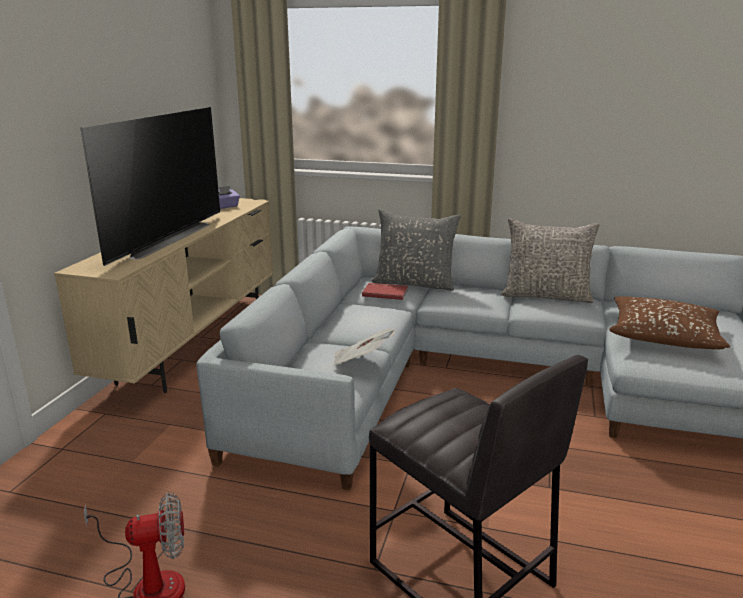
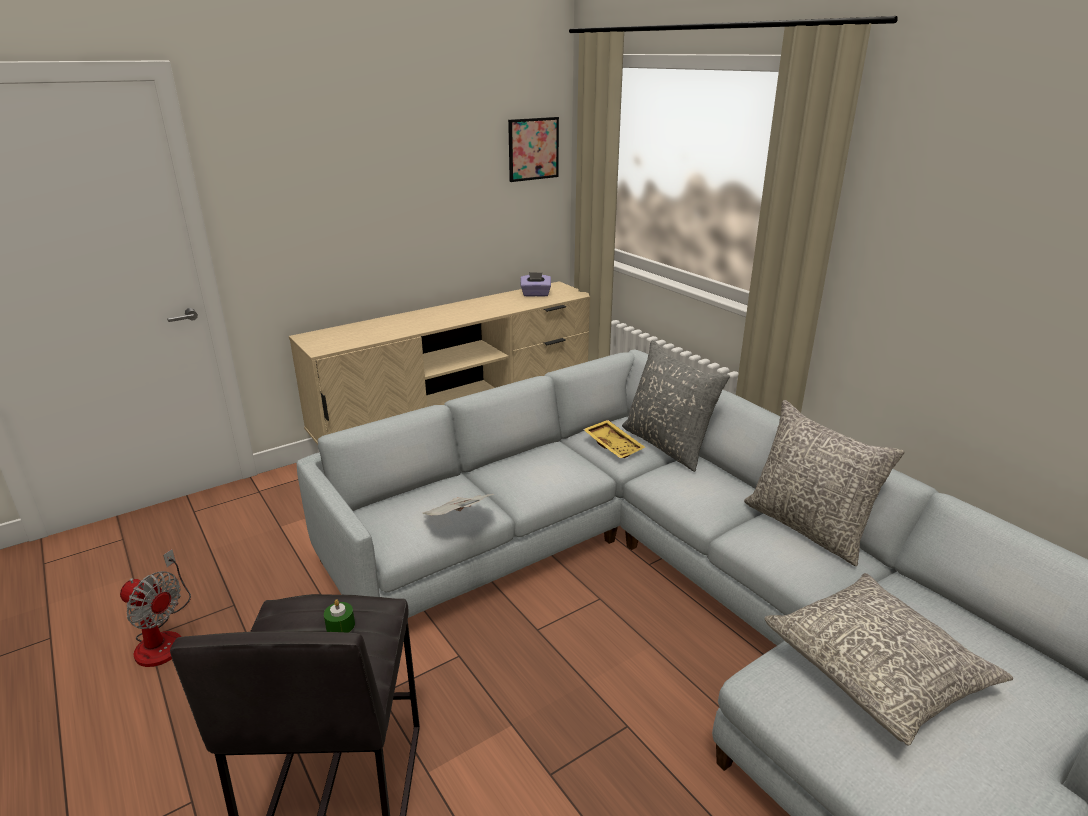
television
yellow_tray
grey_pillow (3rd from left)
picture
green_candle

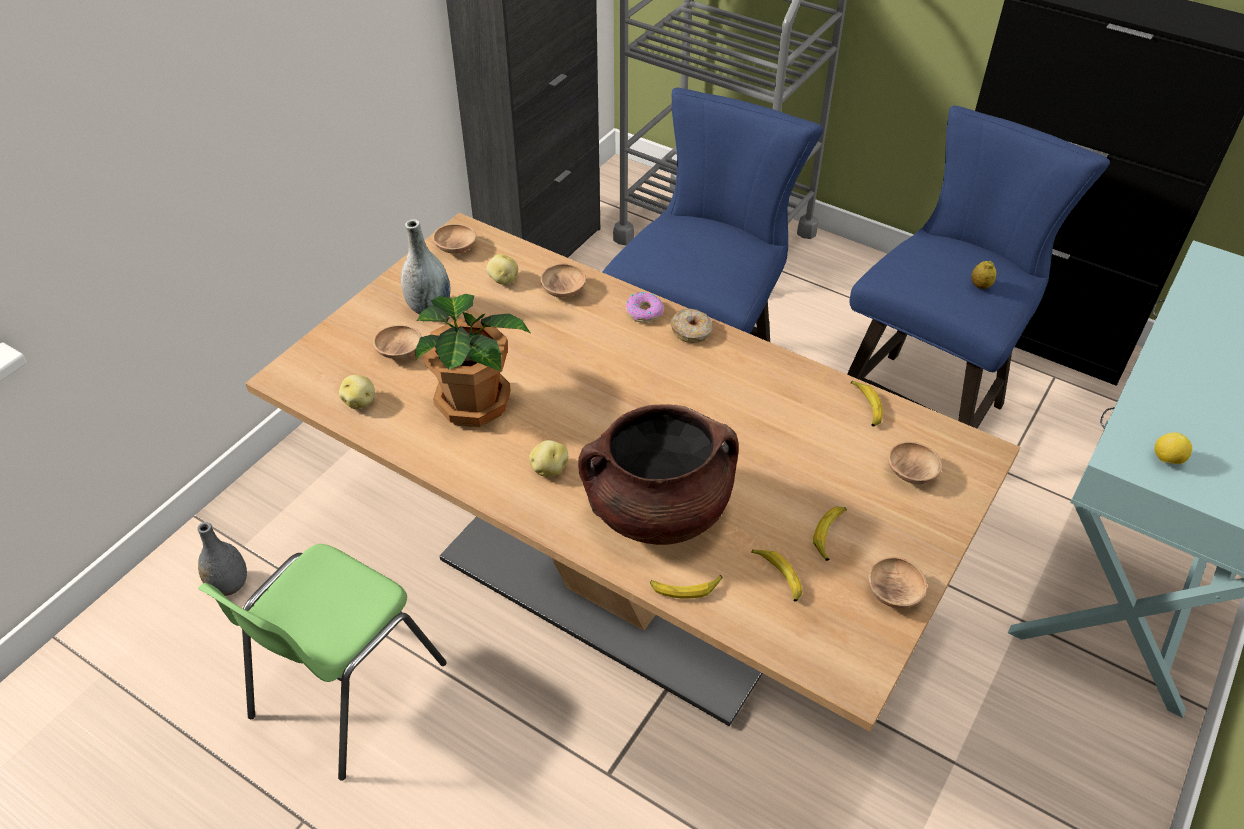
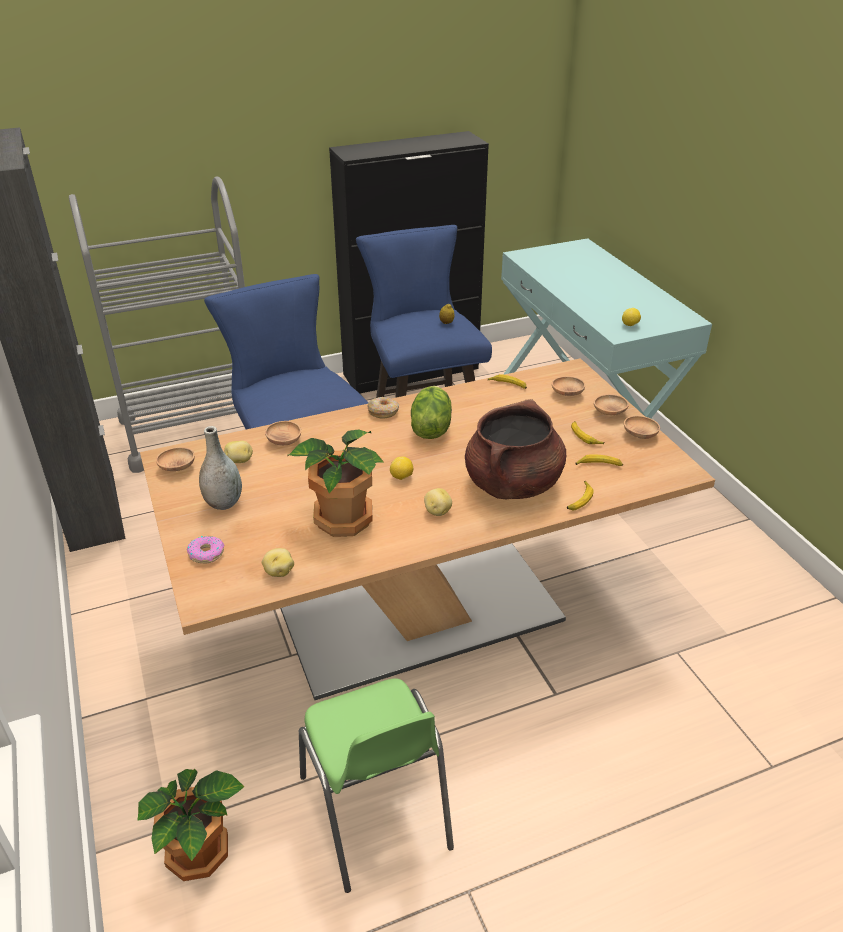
donut (1st from left)
brown_bowl (4th from left)
potted_plant (1st from left)
lettuce
lemon (1st from left)

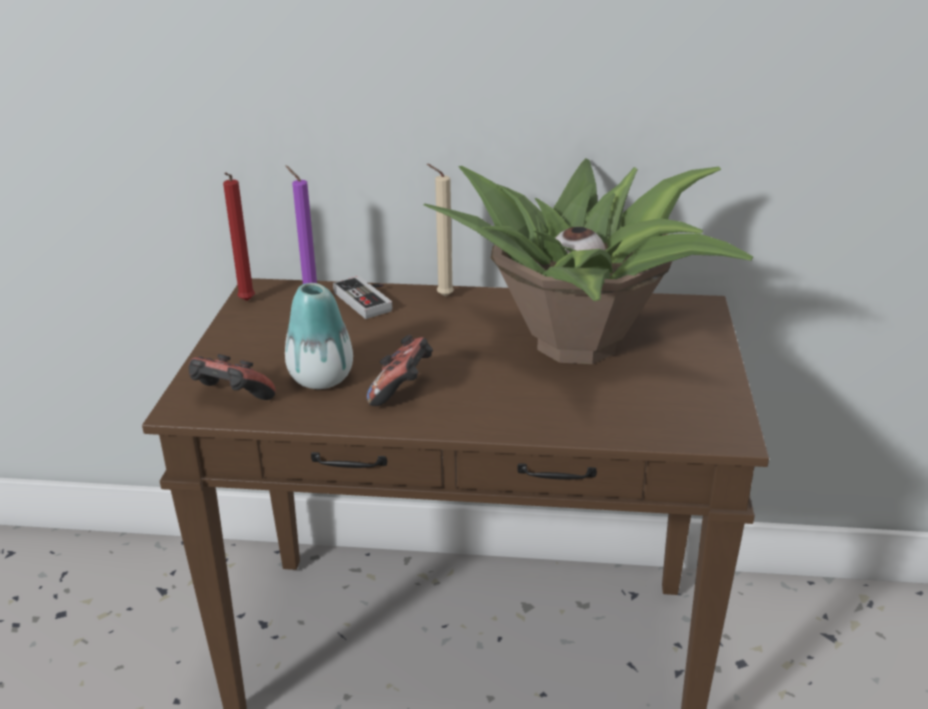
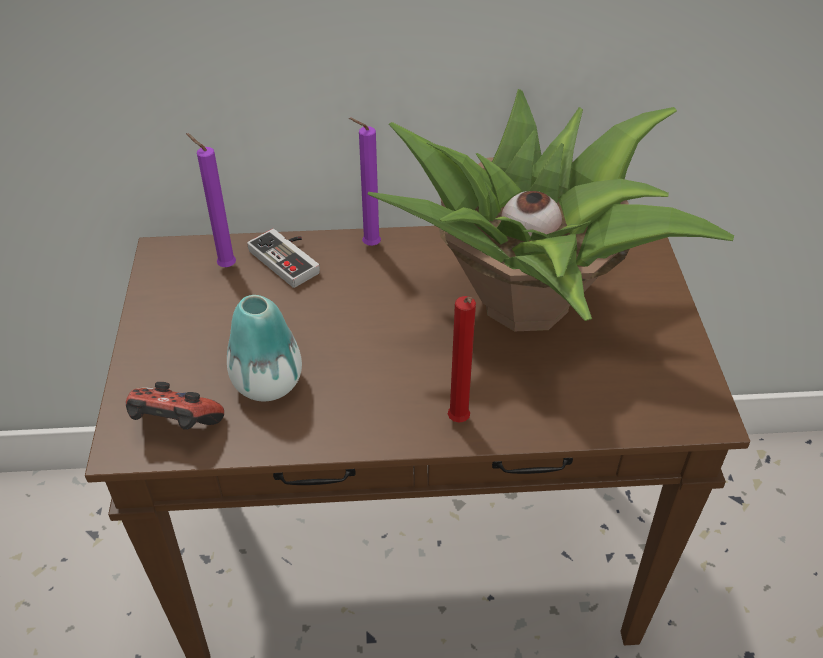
purple_candle (2nd from left)
red_candle
game_controller (3rd from left in the first image)

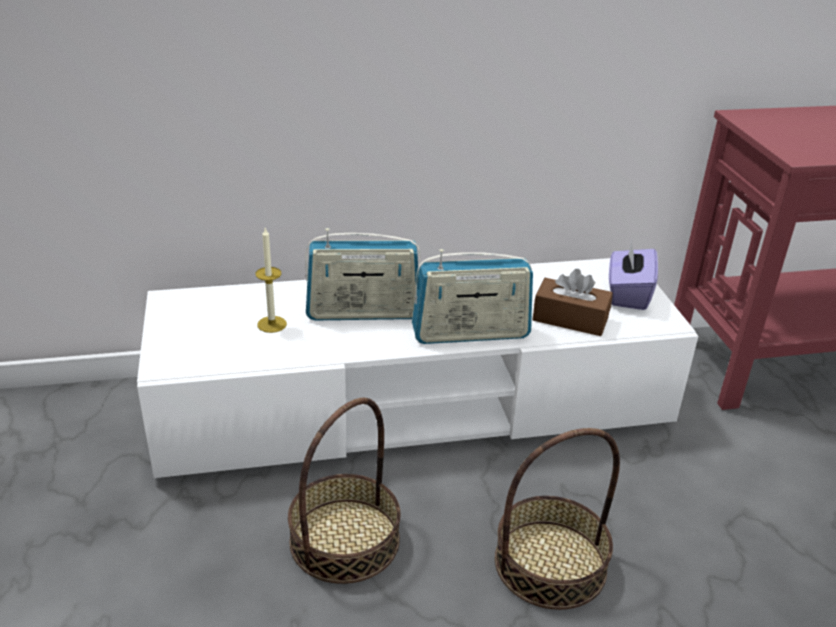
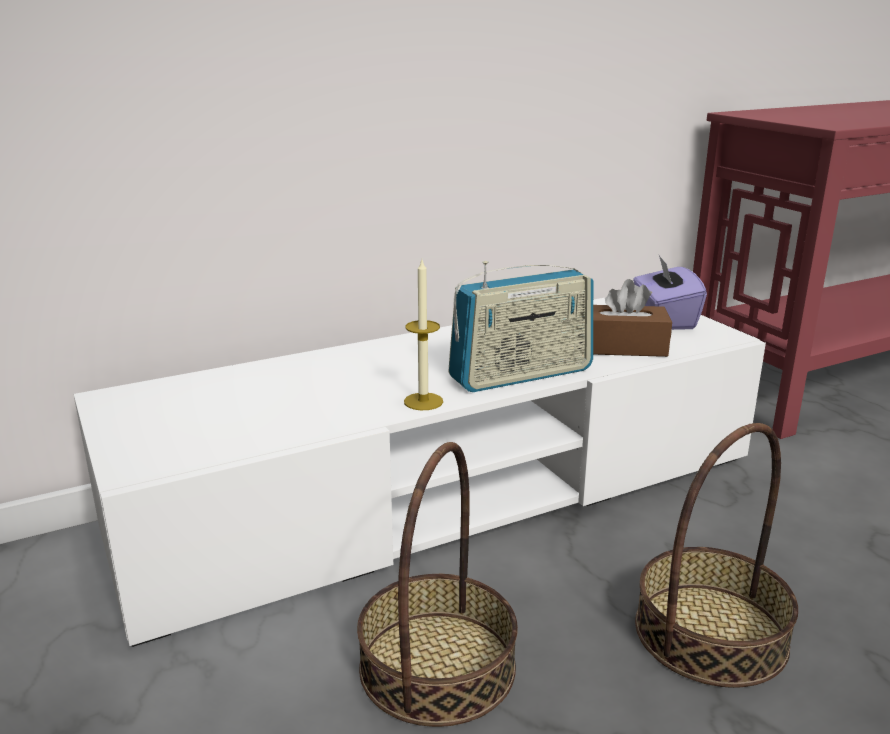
candle
radio (1st from left in the first image)

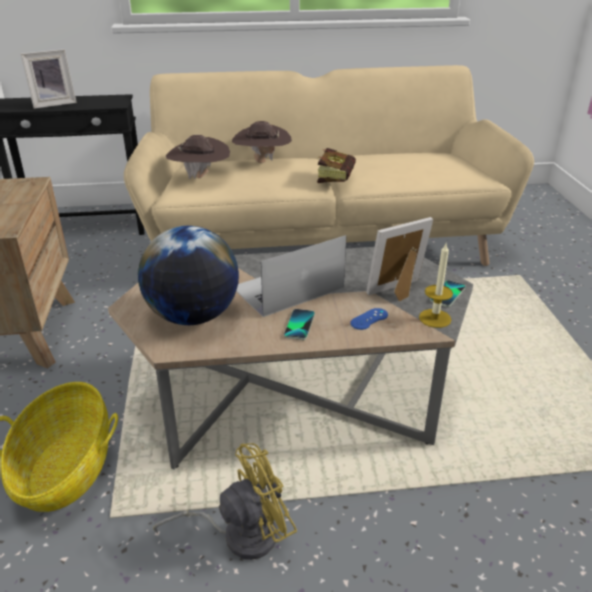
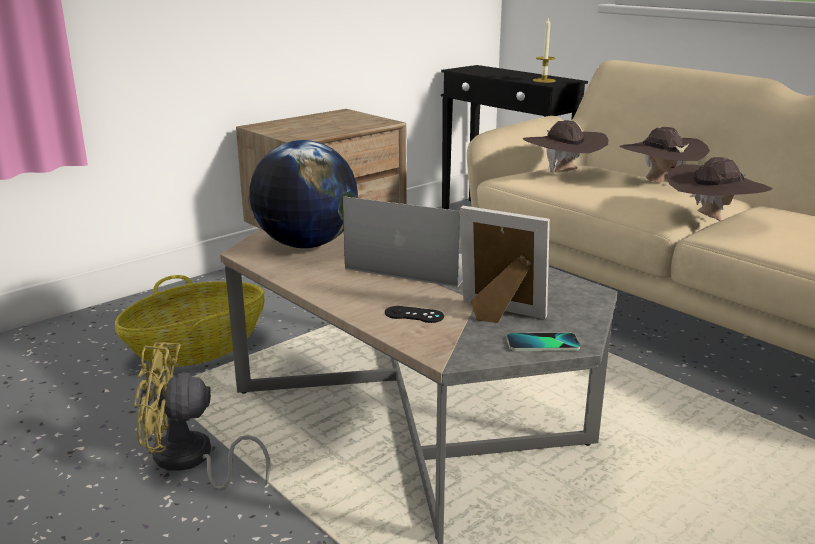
picture_frame (1st from left in the first image)
brown_hat (3rd from left)
candle
black_game_controller
phone (1st from left in the first image)
yellow_fan

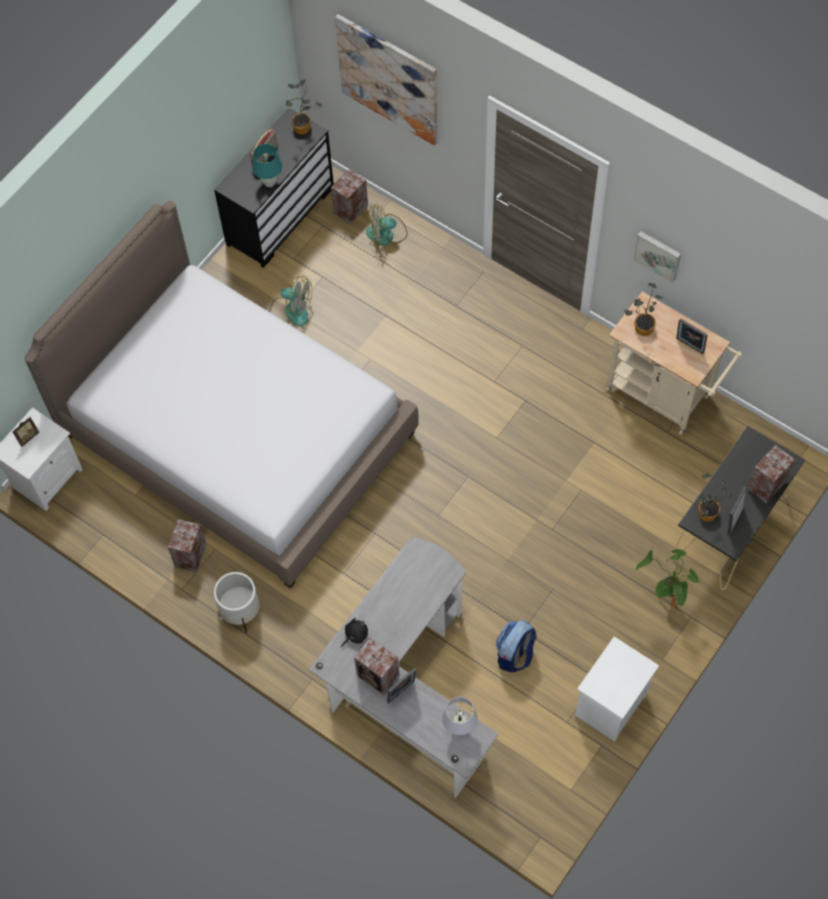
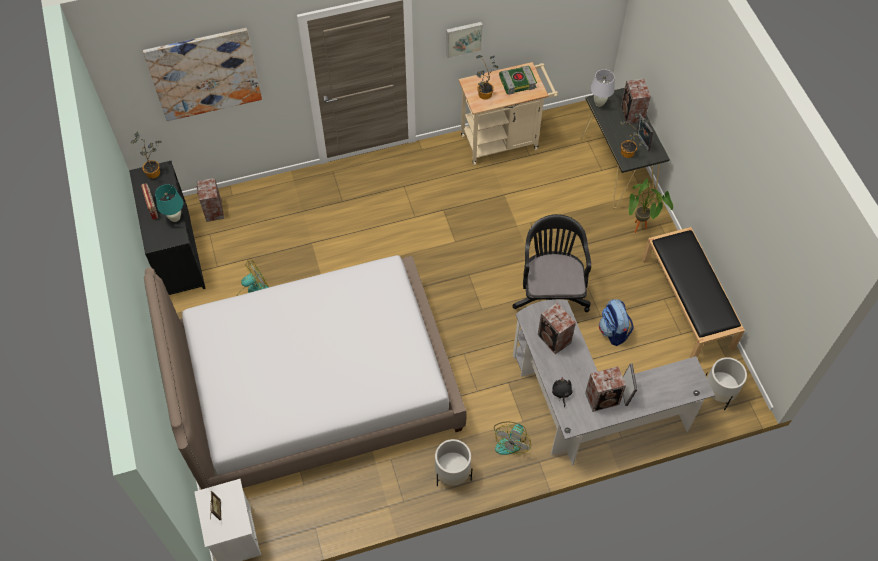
fan (2nd from left)
book
speaker (2nd from left)
black_bench
white_table_lamp
black_office_chair
white_planter (2nd from left)

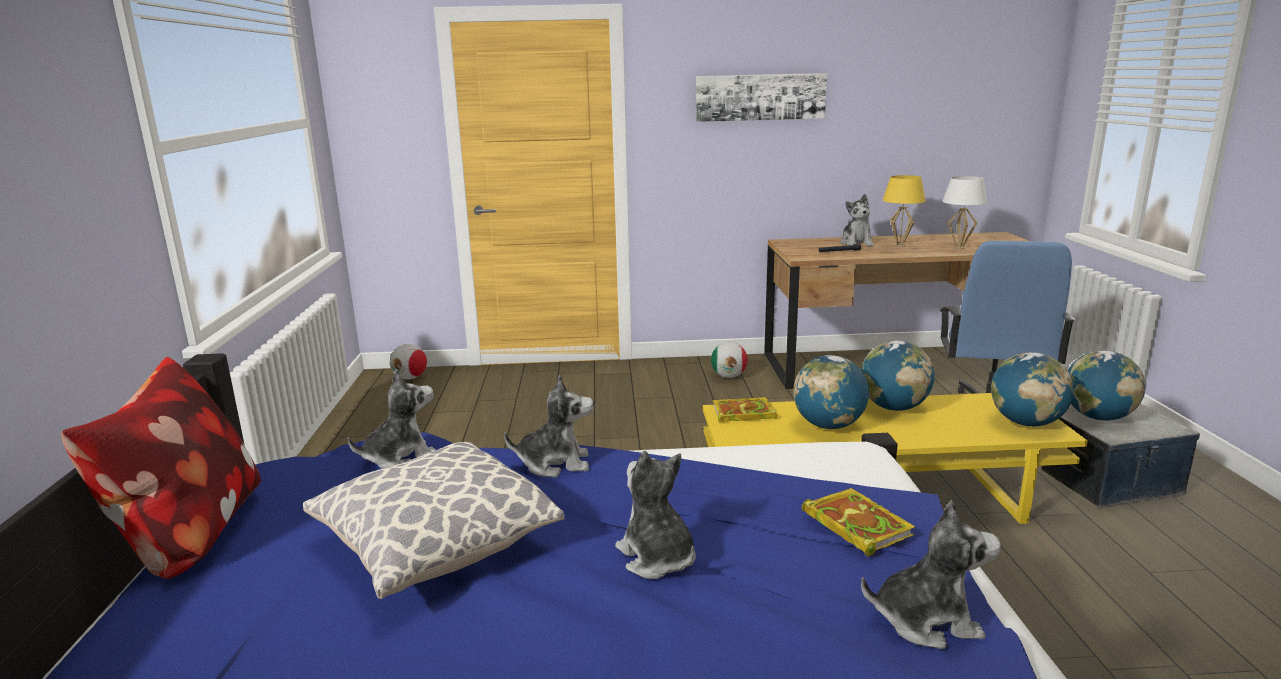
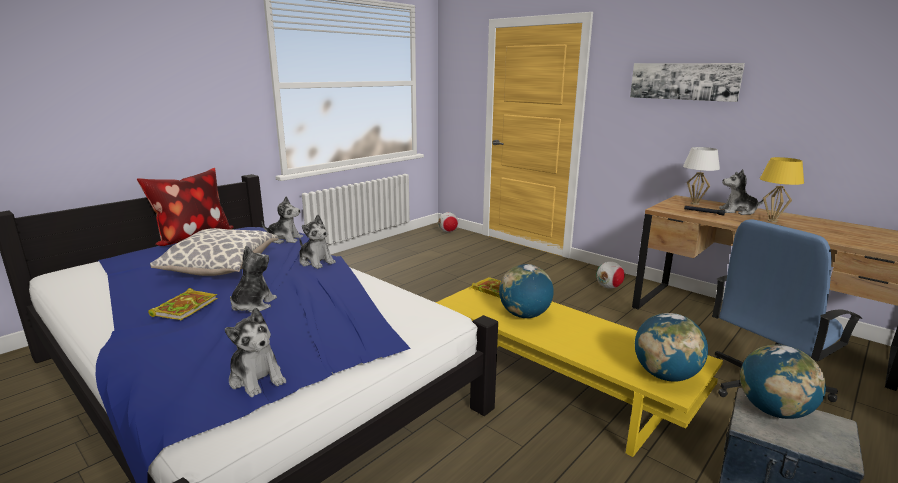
white_table_lamp
plush_toy (5th from left)
globe (2nd from left in the first image)
book (1st from left)

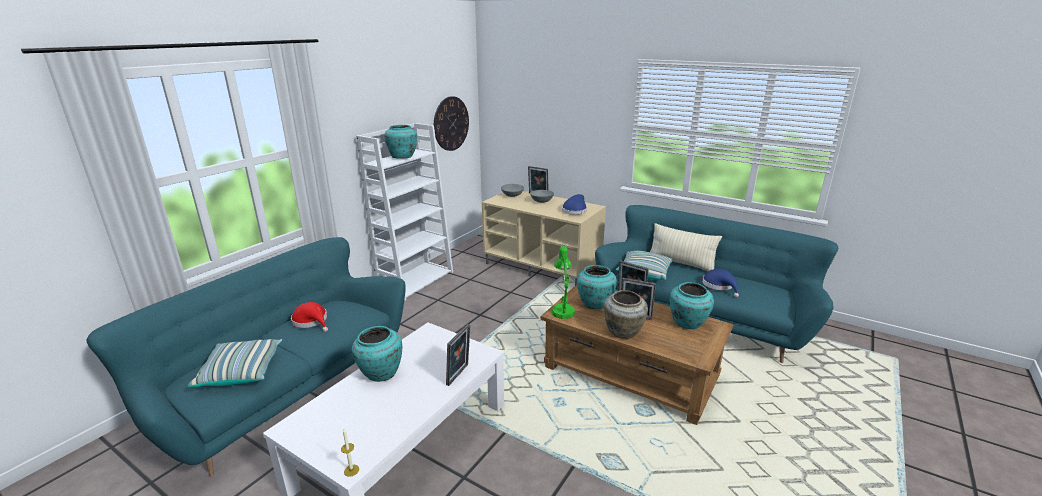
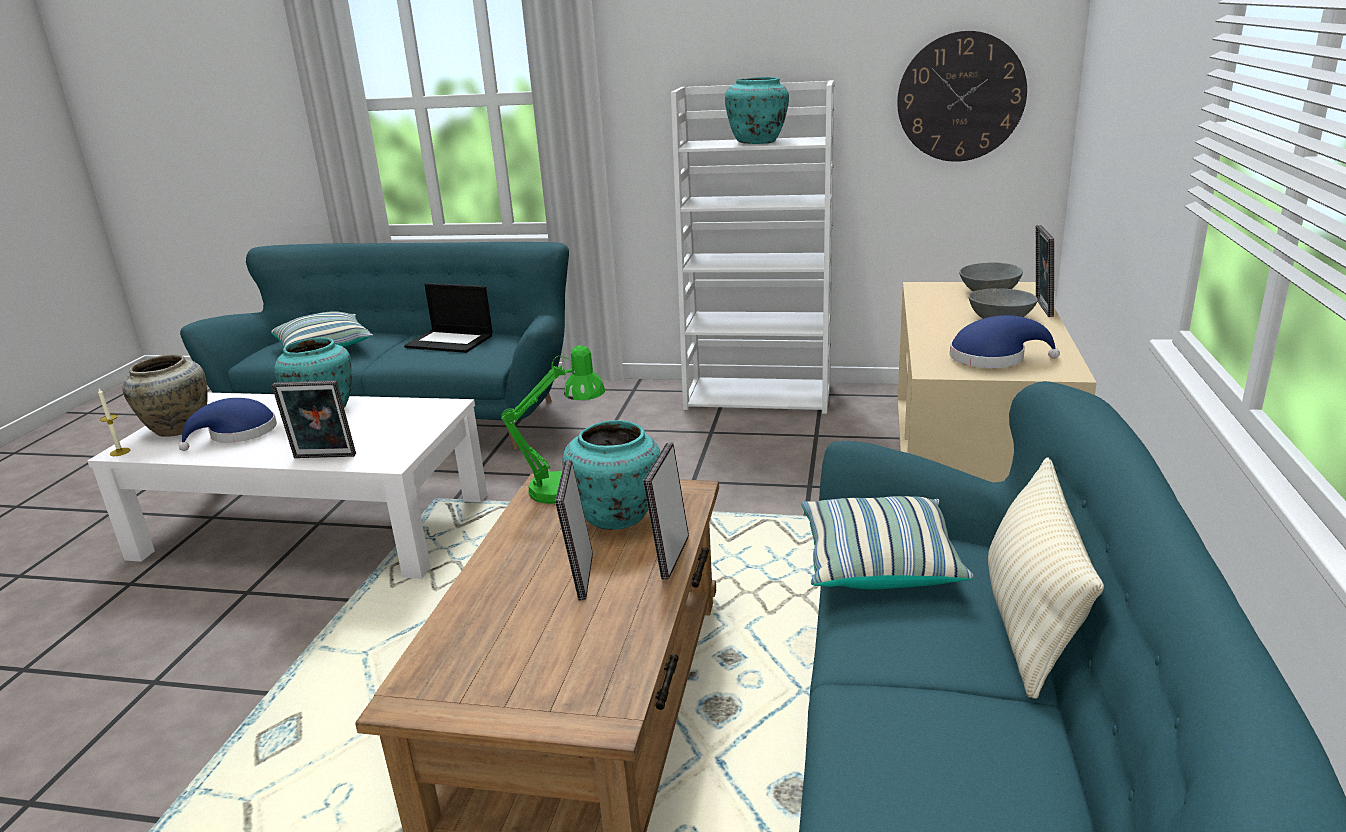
blue_hat (1st from left)
turquoise_vase (4th from left in the first image)
beige_vase
laptop

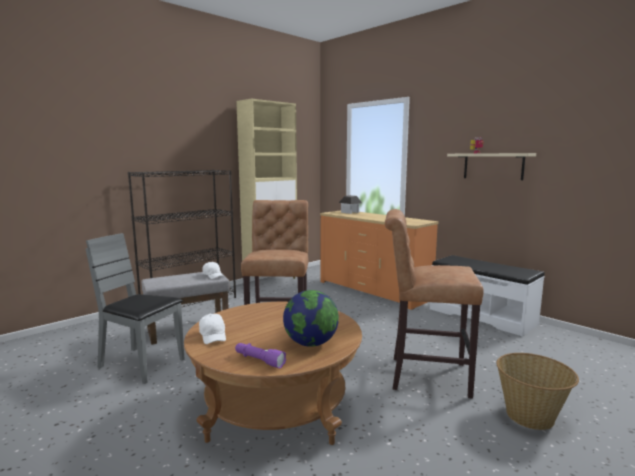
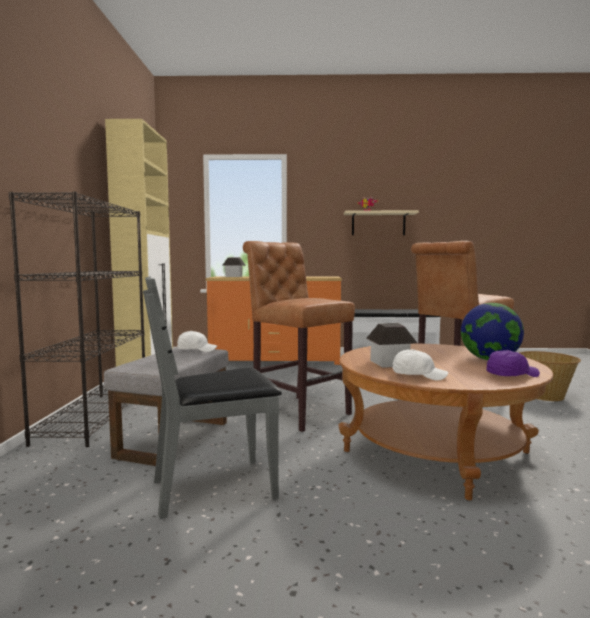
purple_cap
toy_house (2nd from left)

